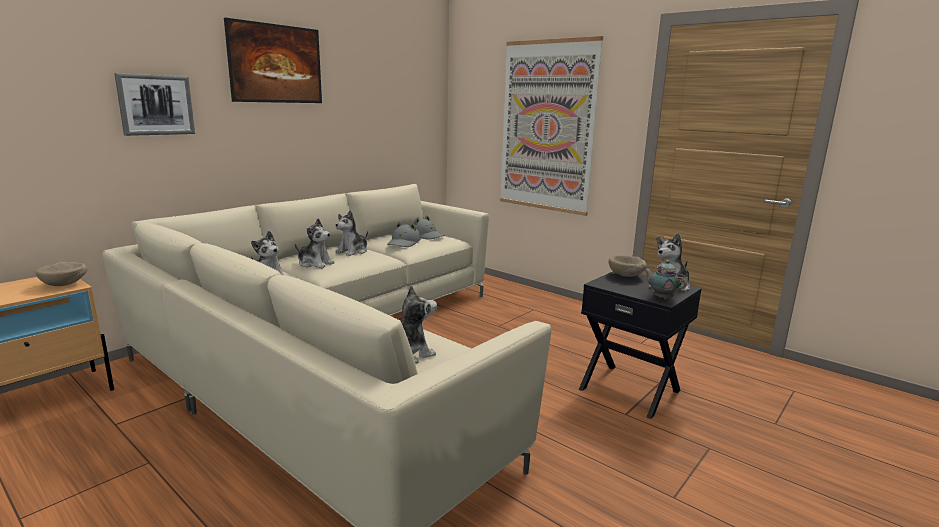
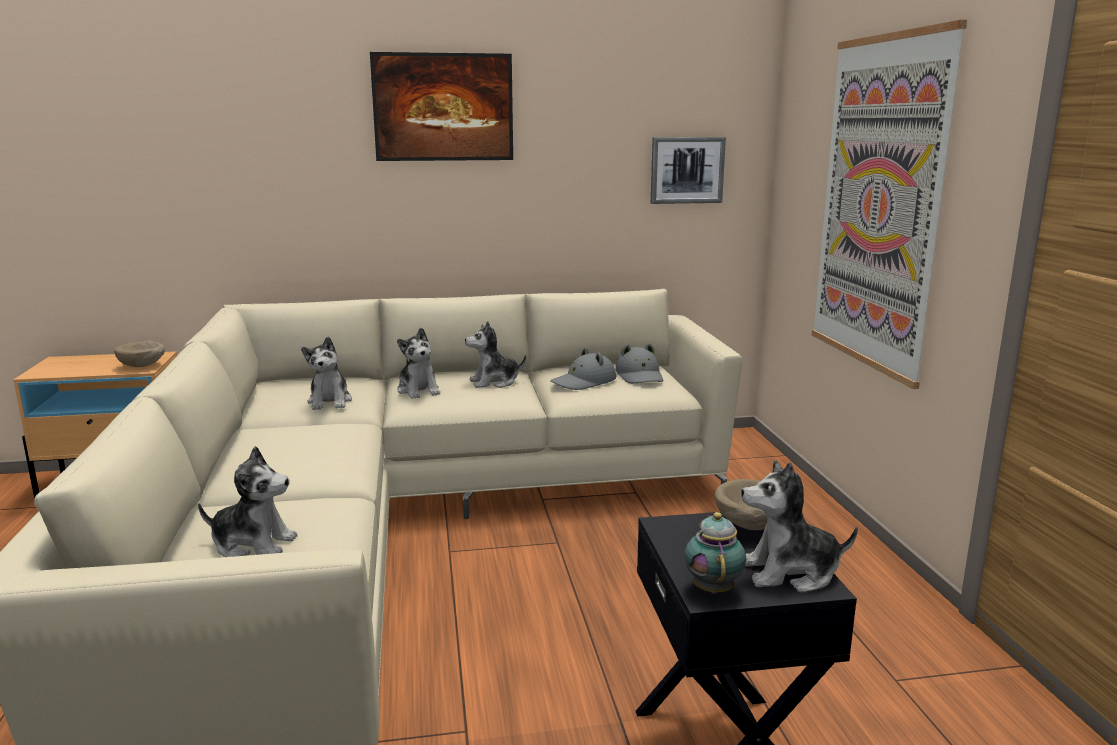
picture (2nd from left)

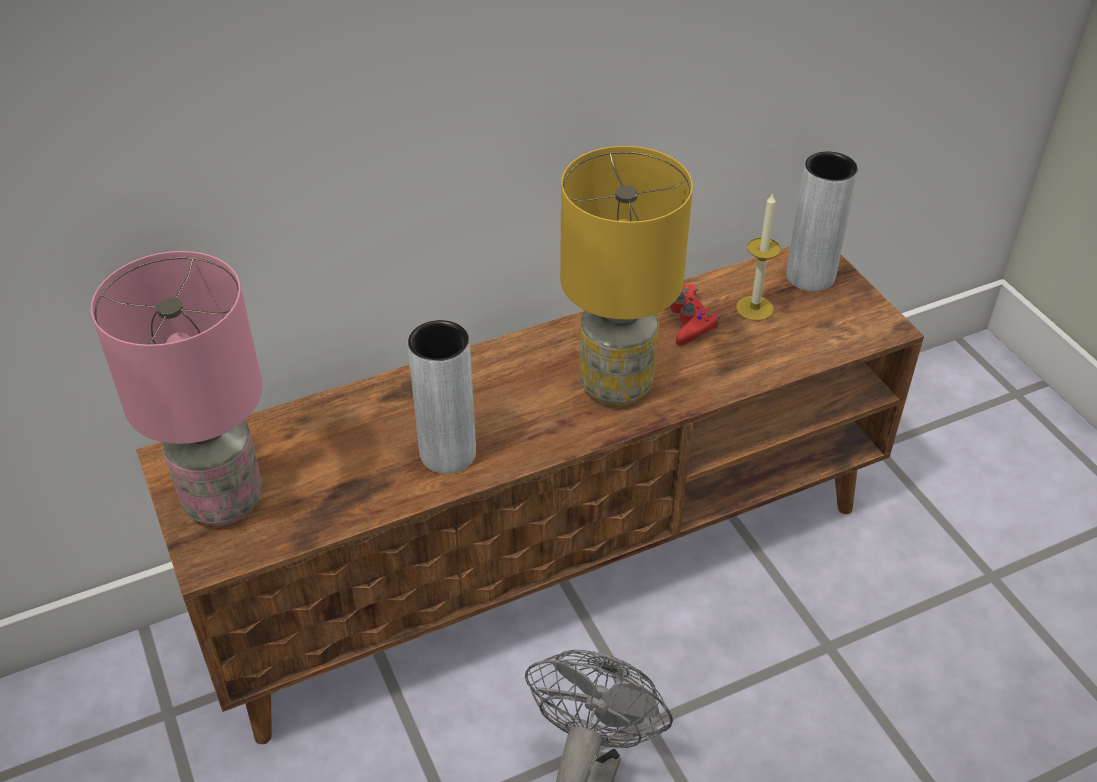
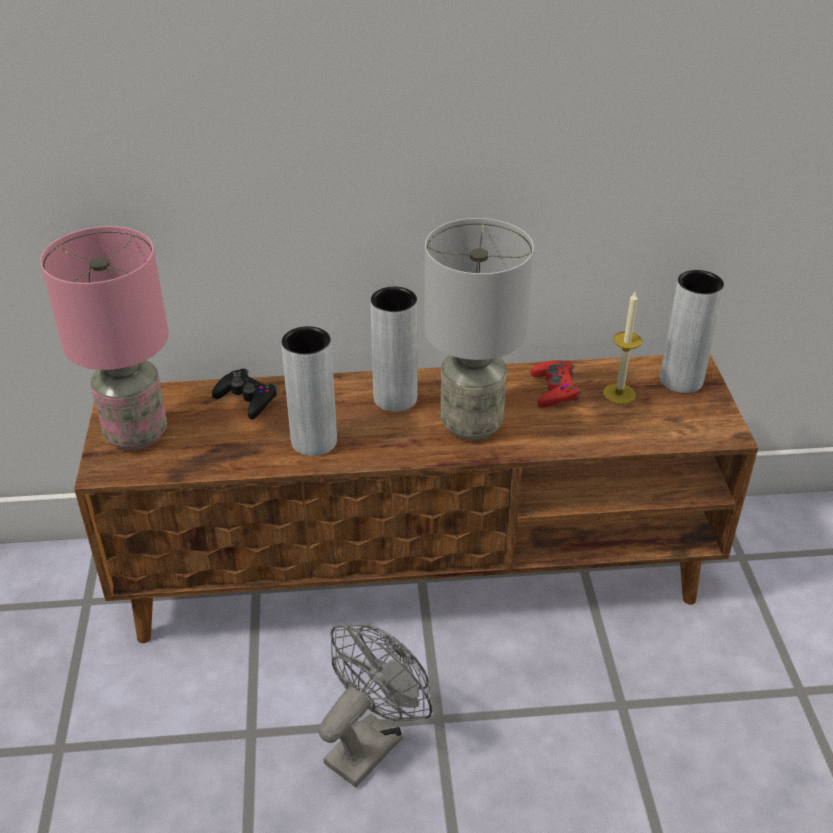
grey_table_lamp
grey_vase (2nd from left)
black_game_controller

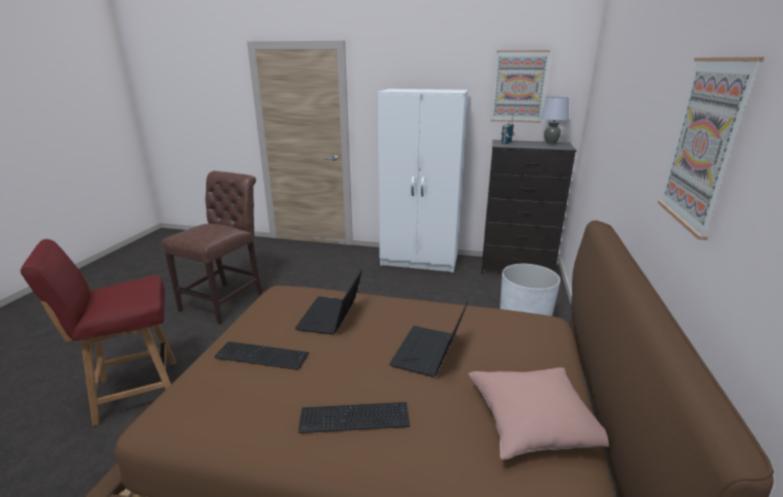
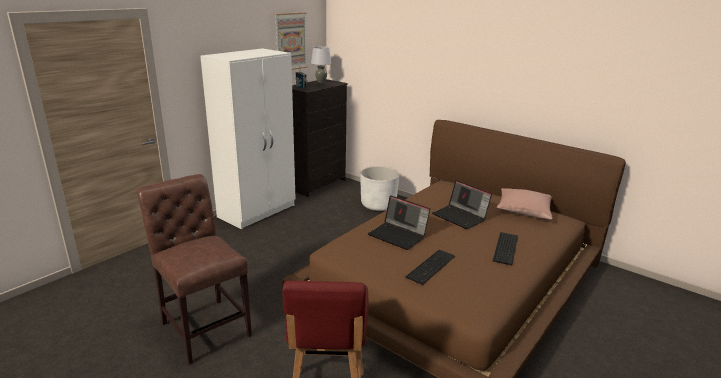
picture (2nd from left in the first image)

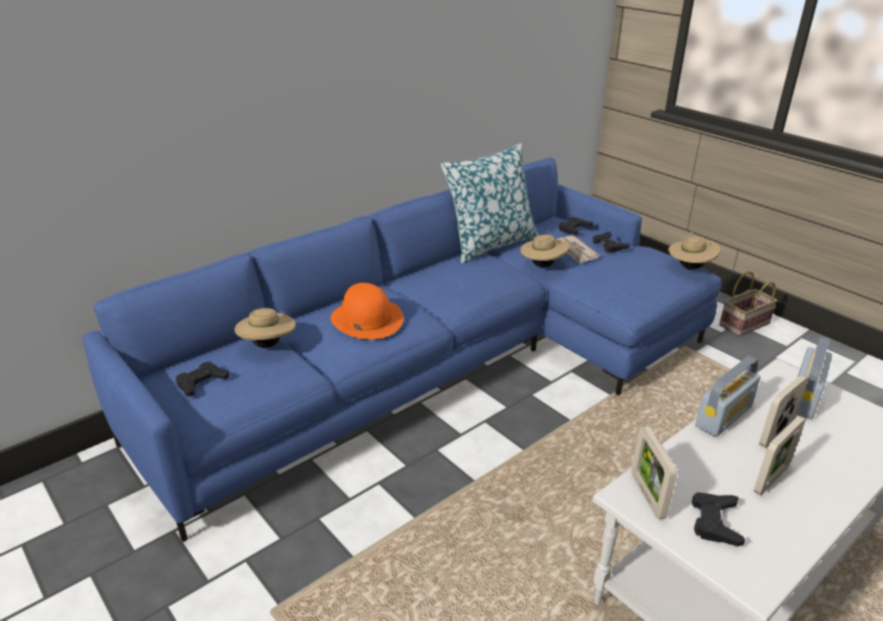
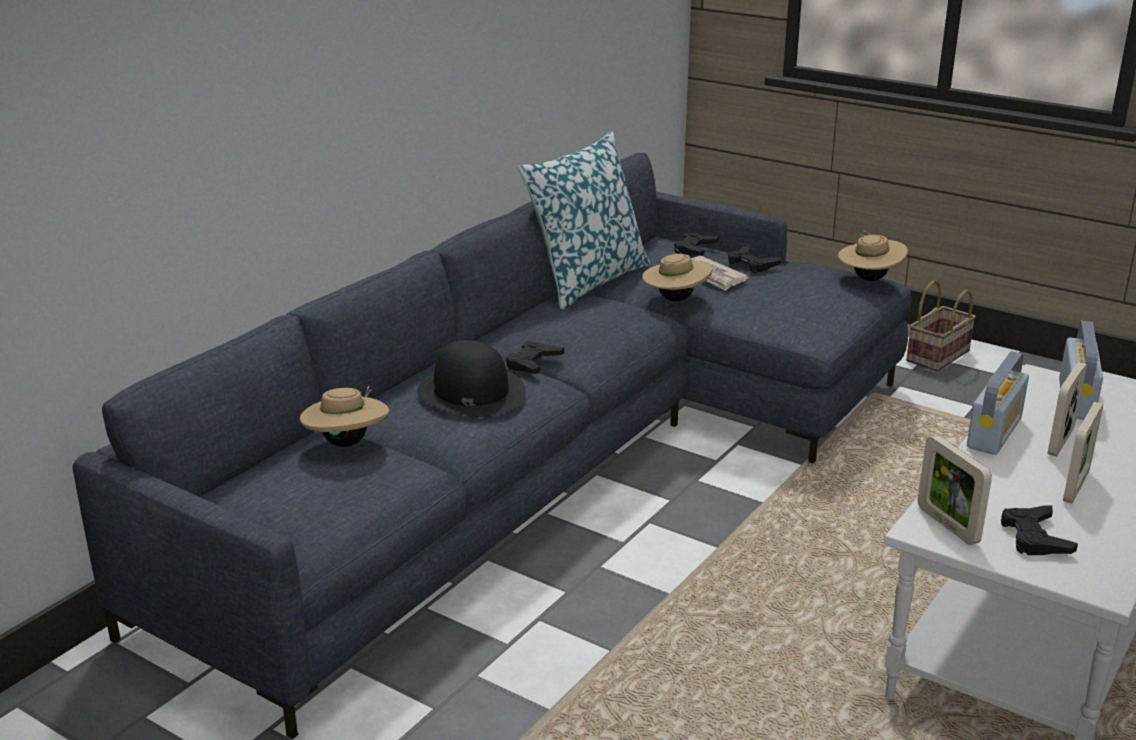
grey_sofa
black_hat
black_game_controller (1st from left)

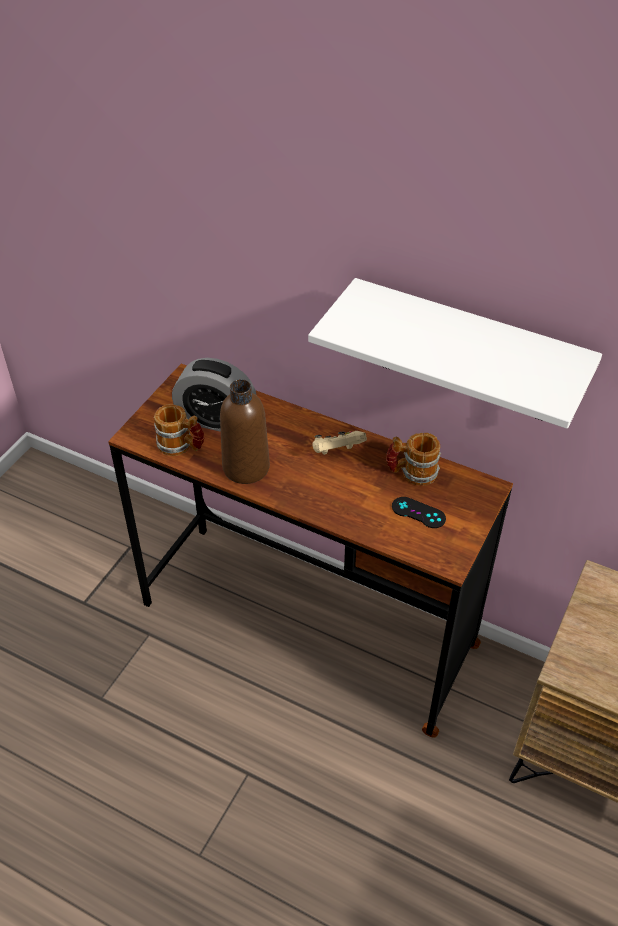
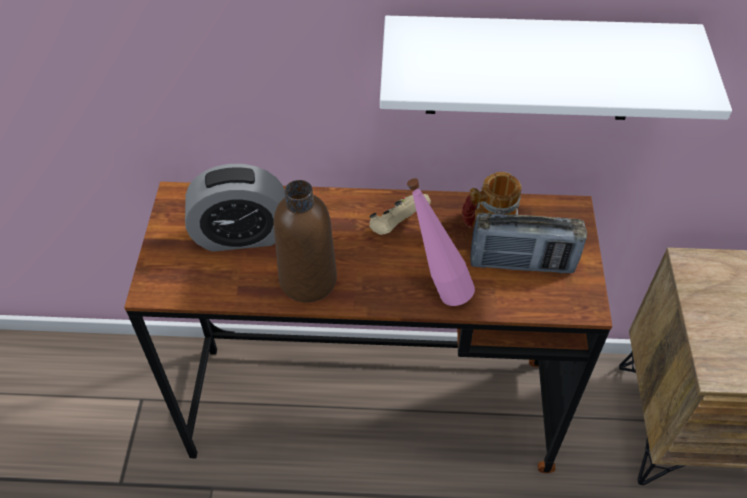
mug (1st from left in the first image)
radio
pink_bottle

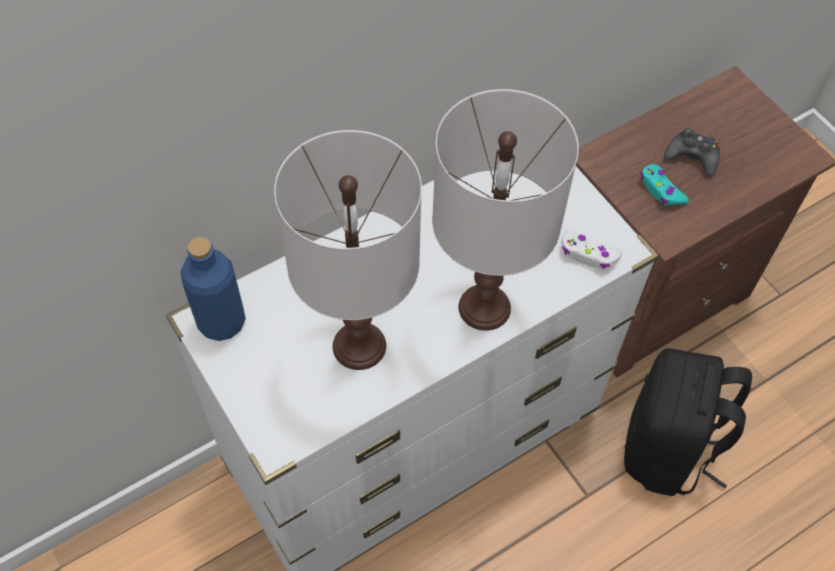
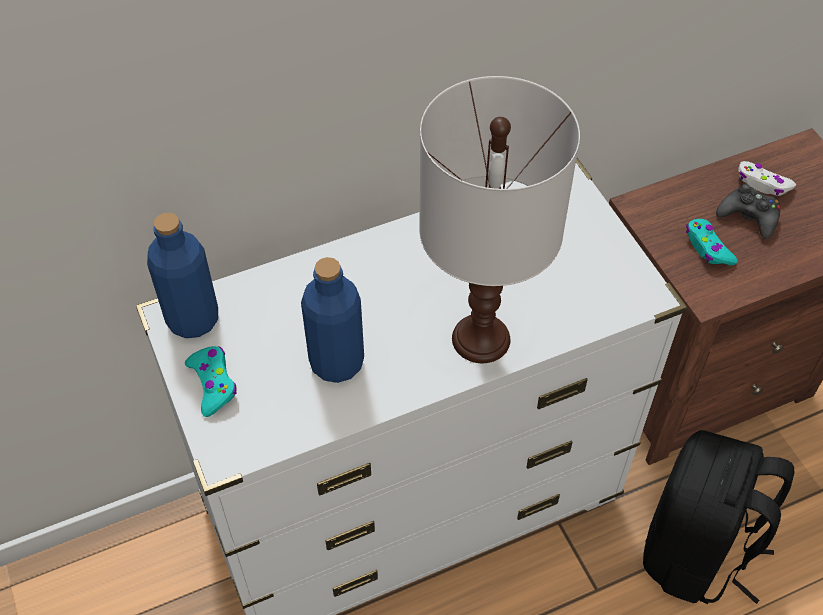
blue_bottle (2nd from left)
white_game_controller
turquoise_game_controller (1st from left)

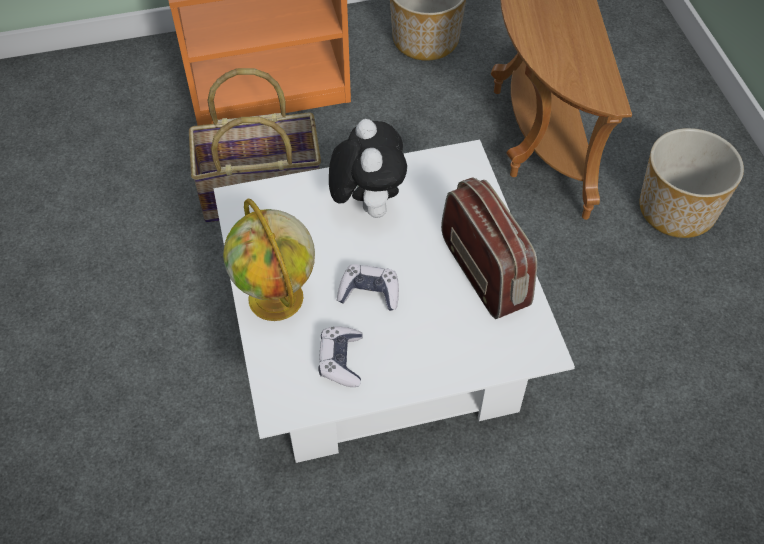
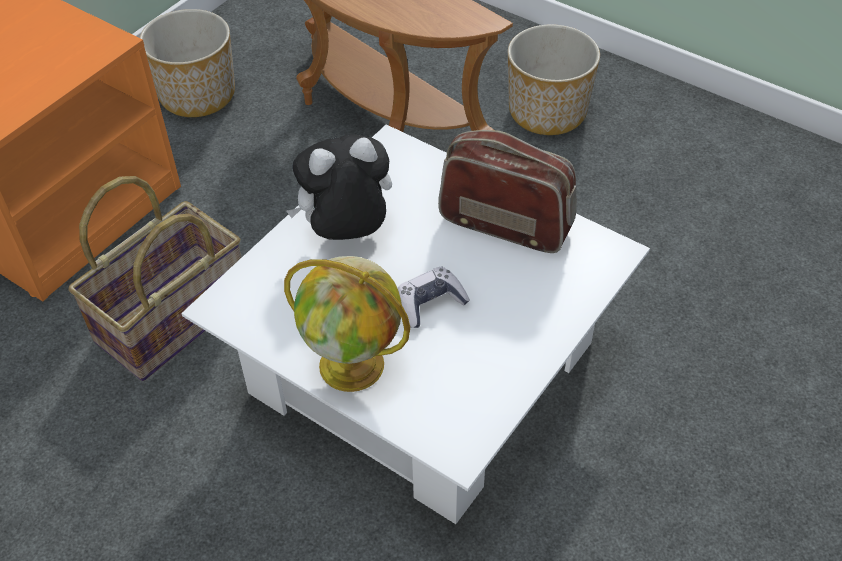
plush_toy
game_controller (1st from left in the first image)

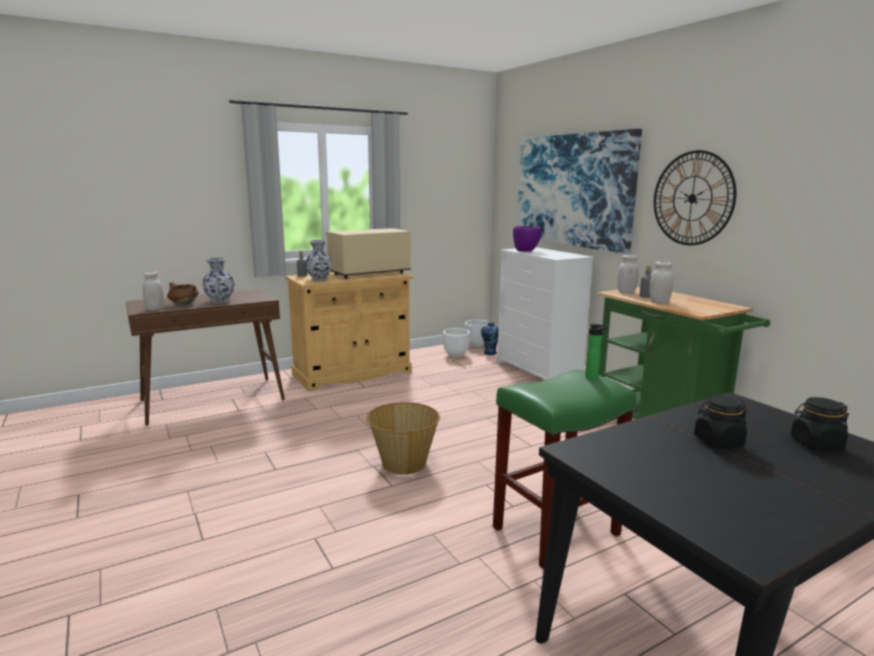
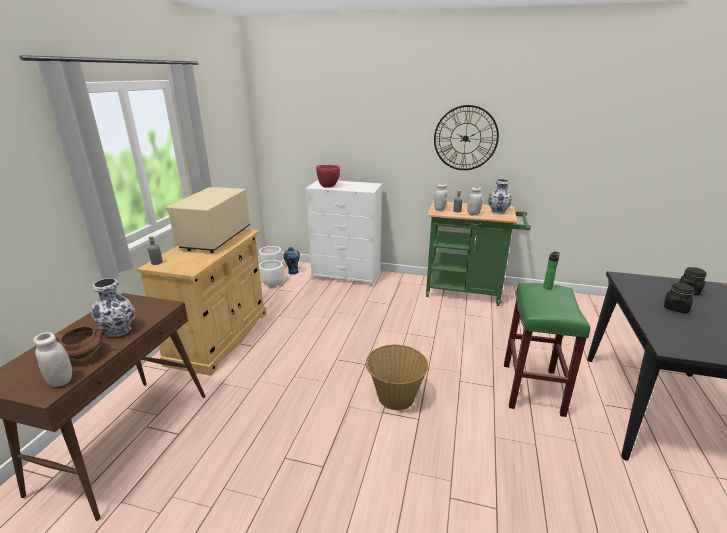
picture
red_bowl
vase (3rd from left)

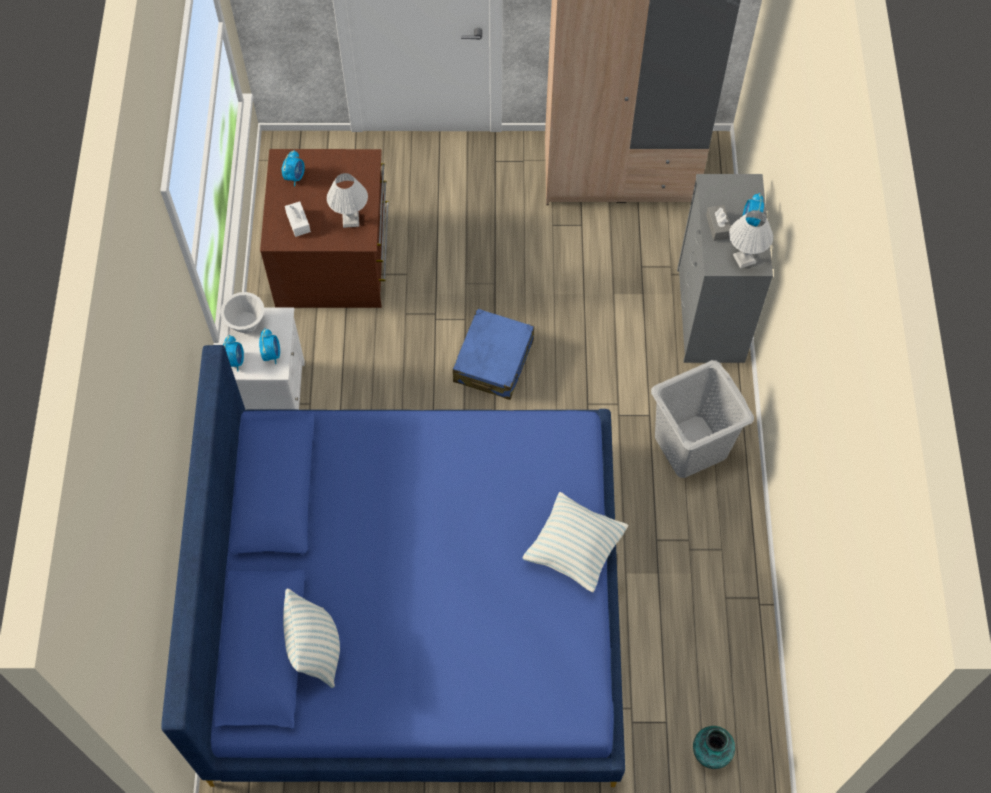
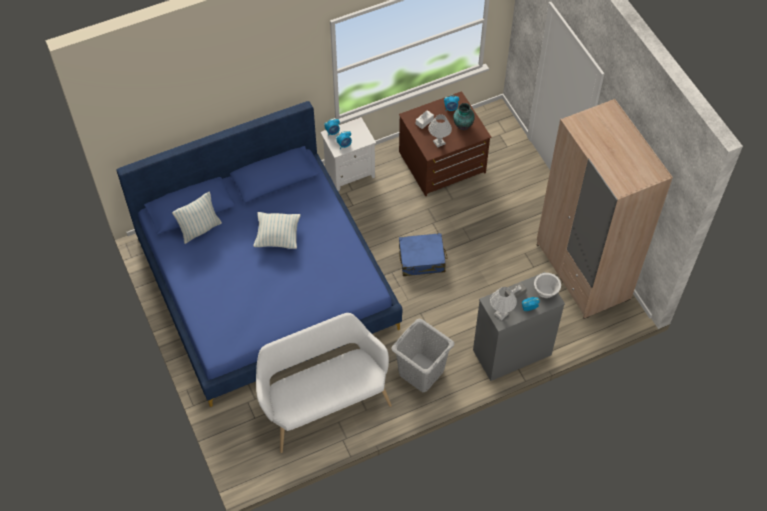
white_bowl
pillow (2nd from left)
vase
white_bench

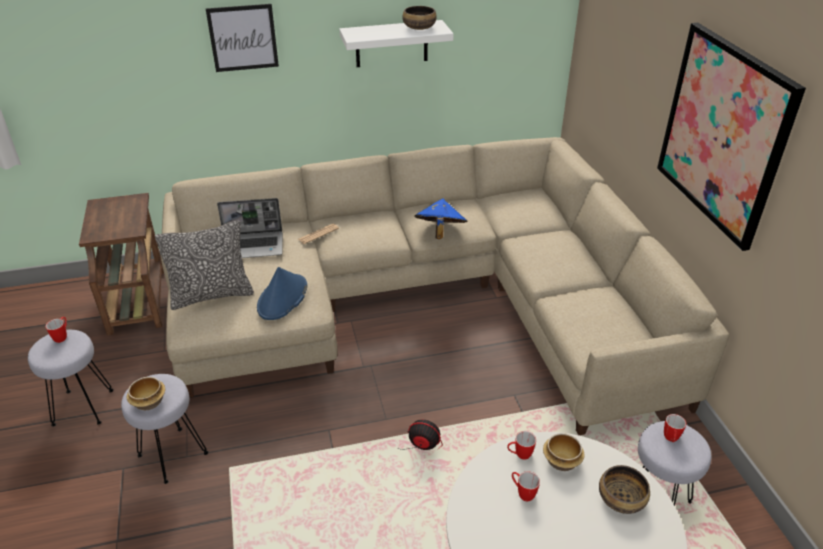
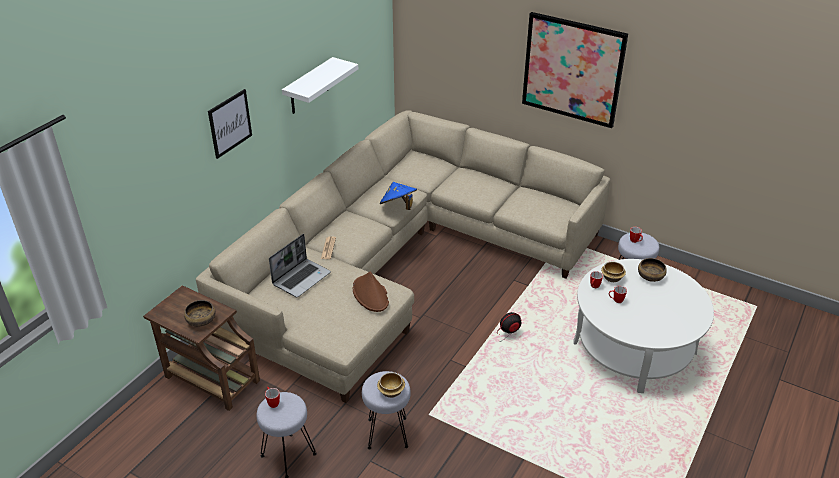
bowl (1st from left)
pillow
brown_hat

